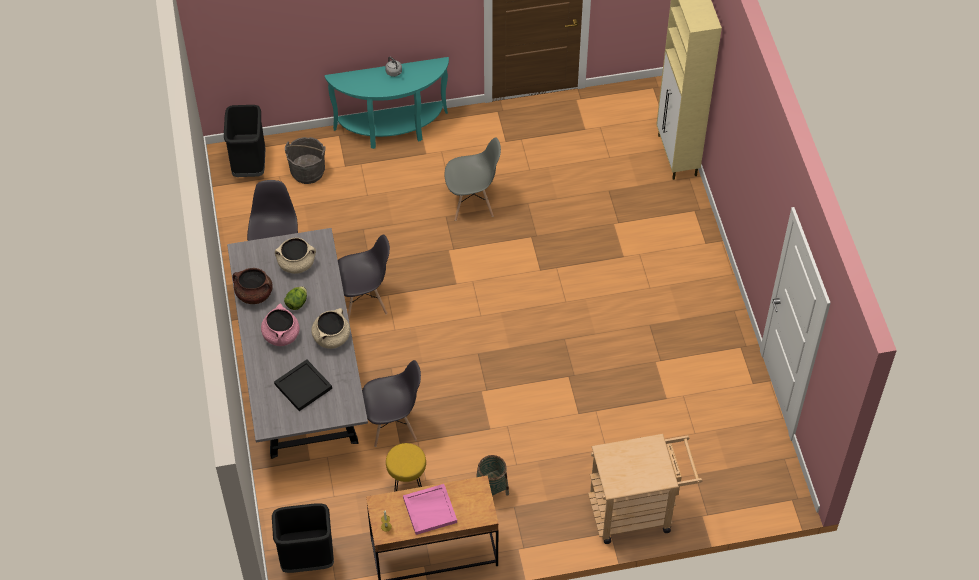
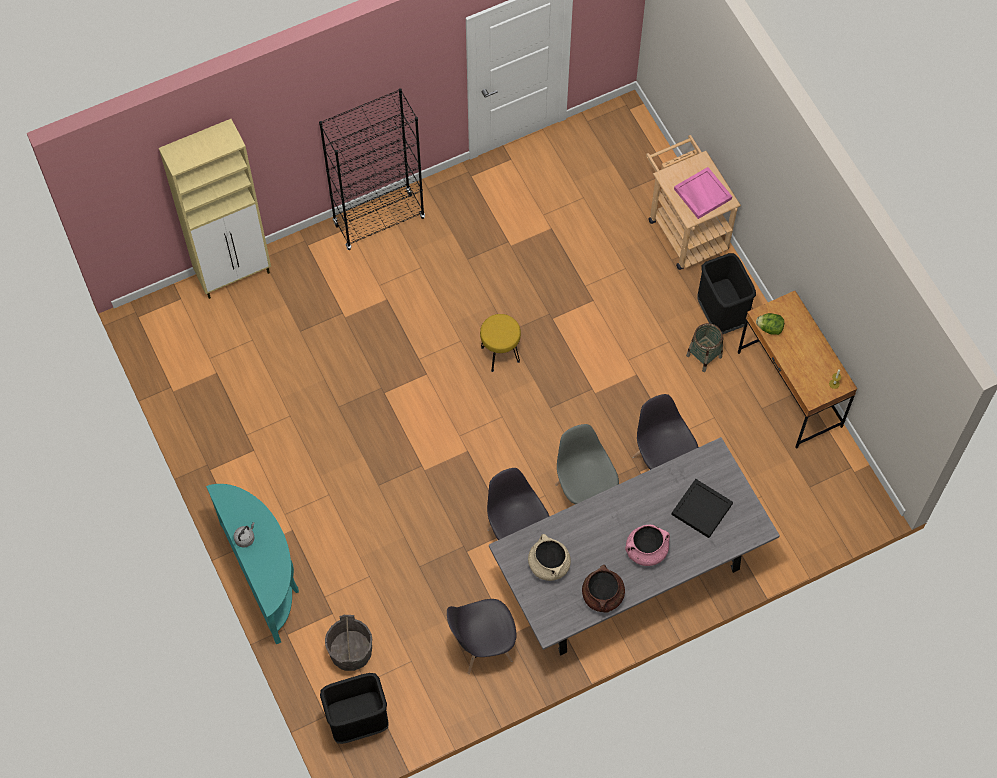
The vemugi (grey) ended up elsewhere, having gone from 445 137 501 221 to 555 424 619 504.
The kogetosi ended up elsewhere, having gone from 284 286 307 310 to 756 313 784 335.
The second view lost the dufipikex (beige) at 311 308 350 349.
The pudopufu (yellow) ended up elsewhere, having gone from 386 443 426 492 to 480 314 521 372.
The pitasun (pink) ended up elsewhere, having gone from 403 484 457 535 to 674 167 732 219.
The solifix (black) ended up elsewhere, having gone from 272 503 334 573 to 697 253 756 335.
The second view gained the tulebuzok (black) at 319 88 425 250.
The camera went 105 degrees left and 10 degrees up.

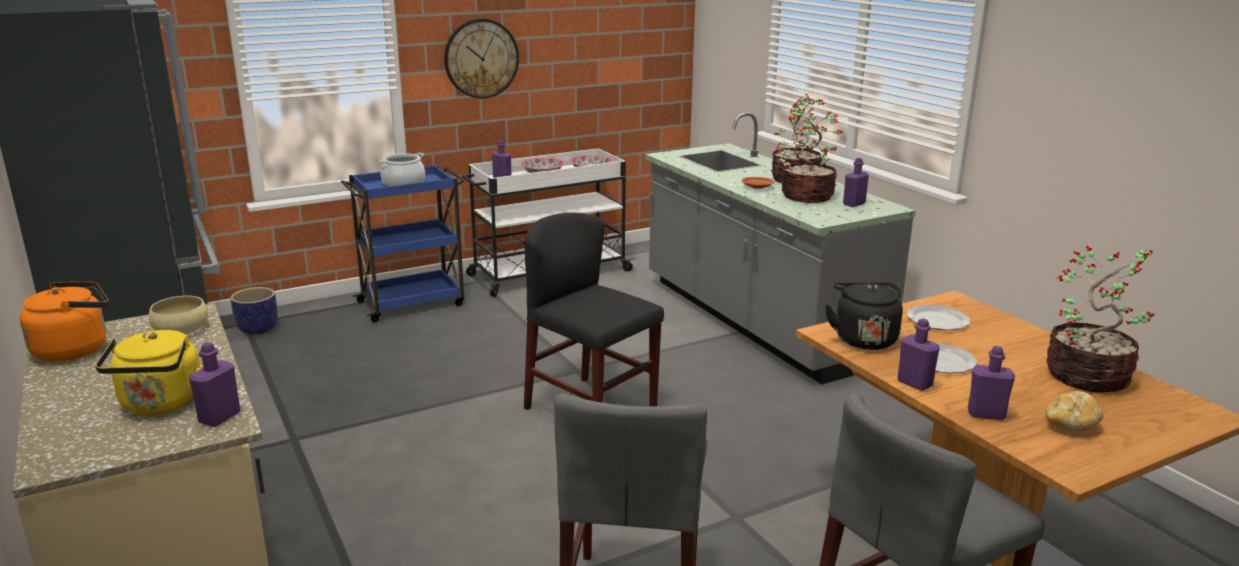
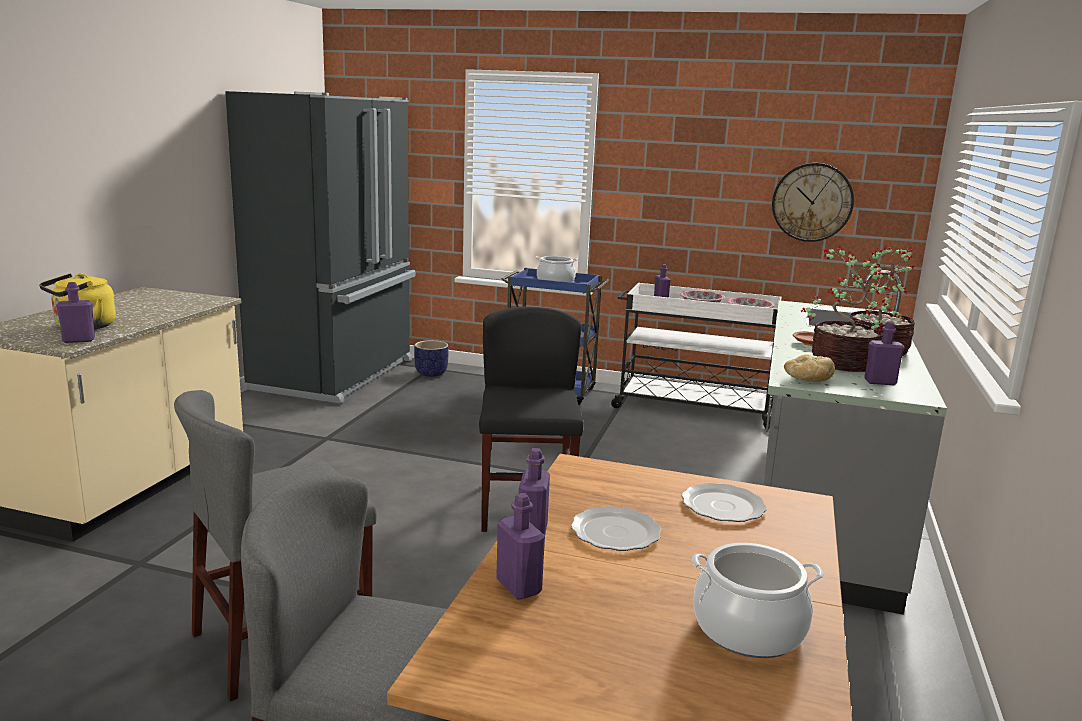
The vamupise ended up elsewhere, having gone from 444 19 519 98 to 772 163 854 242.
Where the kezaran stood at 1047 245 1155 393, the dufipikex came to stand at 692 543 824 658.
The second view lost the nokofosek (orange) at 20 282 108 362.
The second view lost the nokofosek (black) at 825 282 903 350.
The second view lost the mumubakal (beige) at 149 296 208 334.
The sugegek ended up elsewhere, having gone from 1045 391 1103 431 to 784 354 835 382.
The camera went 45 degrees right and 5 degrees down.

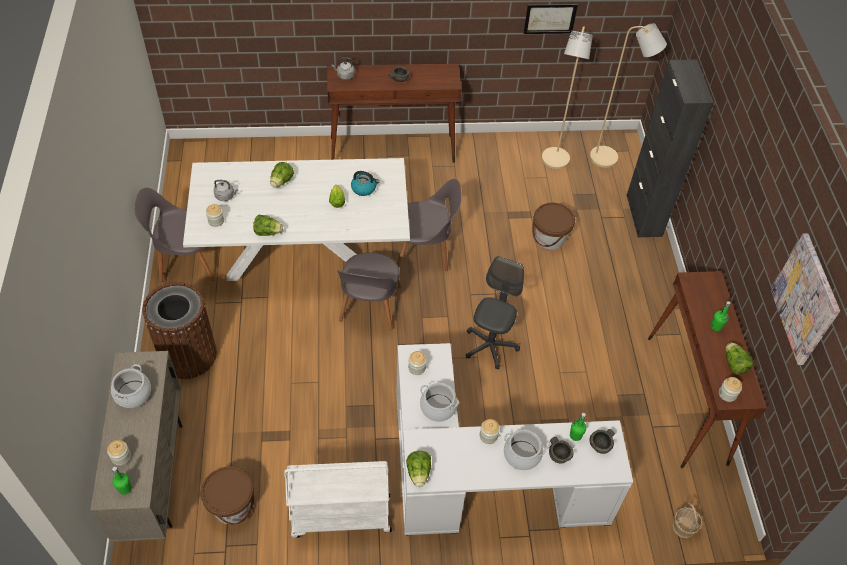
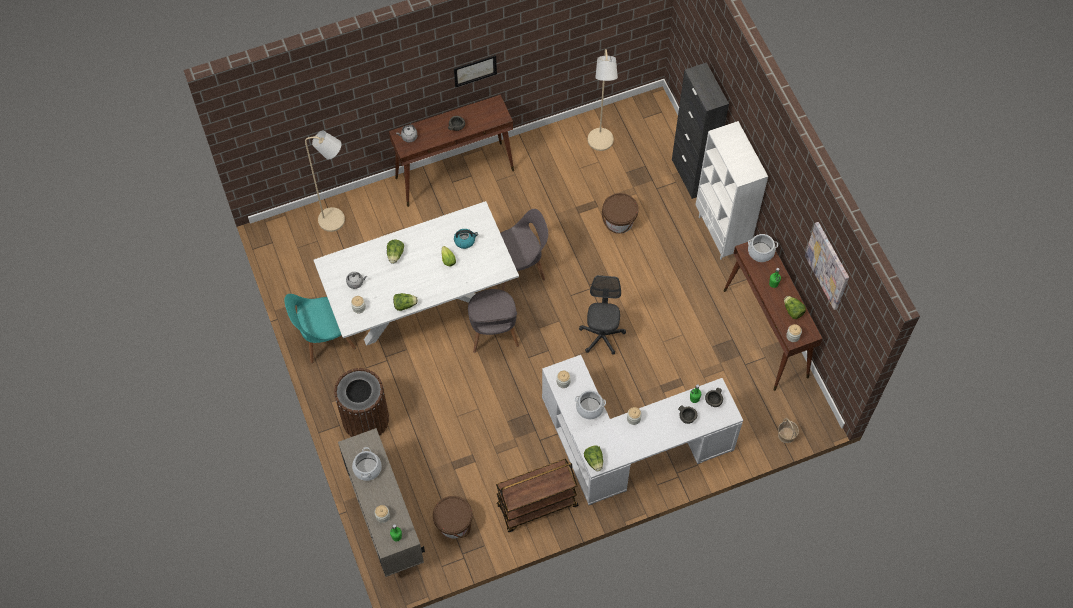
The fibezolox ended up elsewhere, having gone from 524 4 578 34 to 454 55 497 88.
The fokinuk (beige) ended up elsewhere, having gone from 590 24 667 168 to 305 131 345 232.
What was the vemugi (grey) at 135 188 215 282 turned into the vemugi (turquoise) at 284 294 356 363.
The dufipikex ended up elsewhere, having gone from 504 430 546 470 to 748 234 778 262.
What was the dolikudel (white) at 284 461 392 538 turned into the dolikudel (brown) at 496 459 578 532.
The second view gained the tulebuzok (white) at 695 121 768 260.
The camera went 15 degrees left and 10 degrees up.

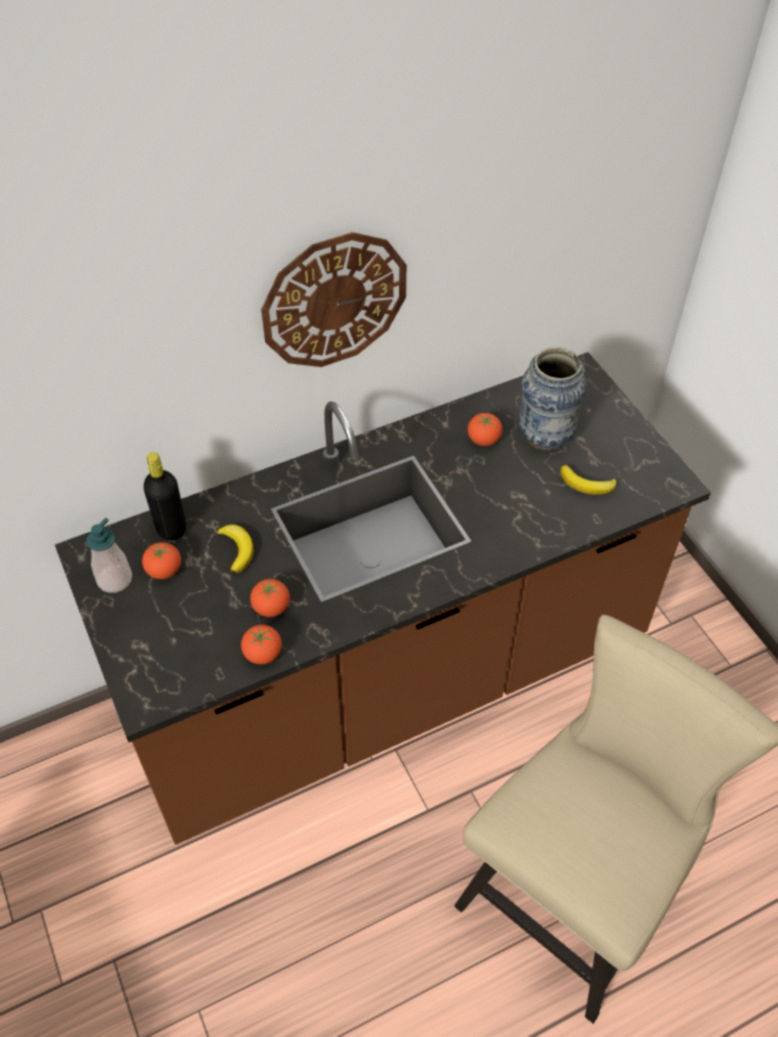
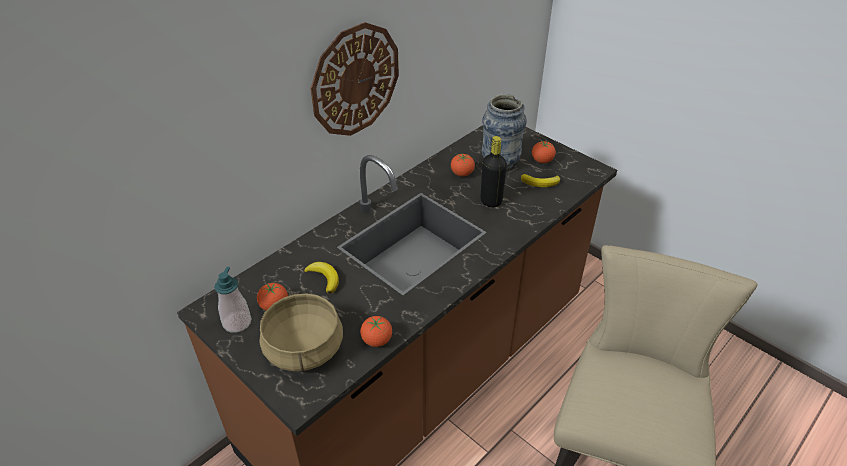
The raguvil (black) ended up elsewhere, having gone from 143 452 186 541 to 480 136 507 208.
The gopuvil ended up elsewhere, having gone from 250 579 290 617 to 532 141 556 163.
The second view gained the dufipikex (beige) at 259 292 343 372.
The camera went 20 degrees left and 10 degrees down.

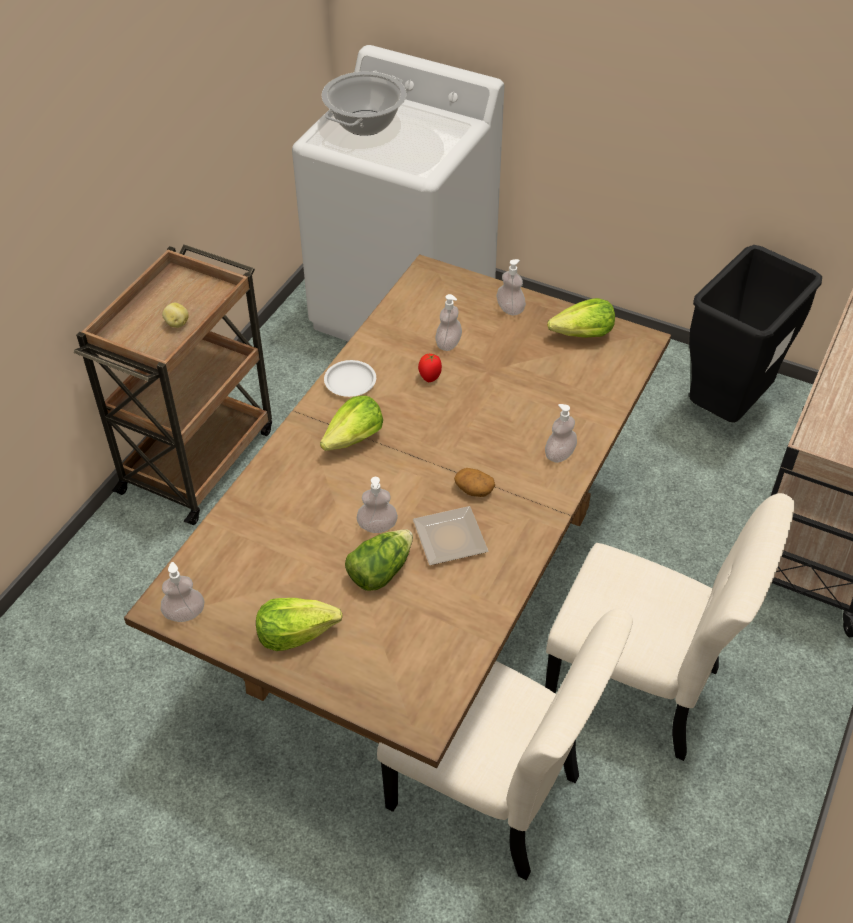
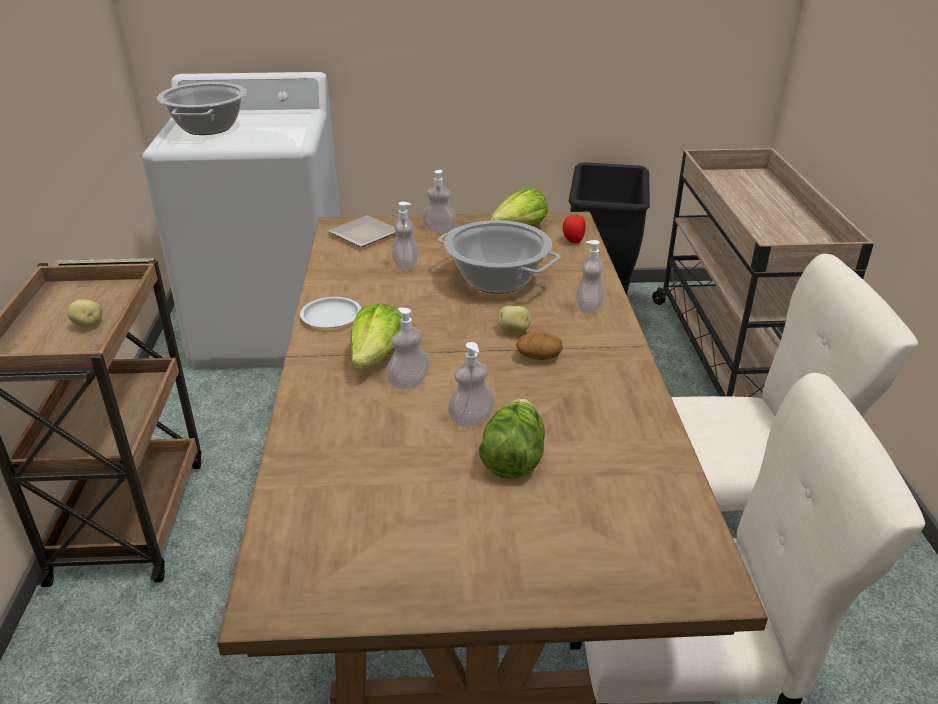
The gopuvil ended up elsewhere, having gone from 418 354 442 382 to 562 214 586 243.
The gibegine ended up elsewhere, having gone from 413 506 488 565 to 328 215 396 247.
The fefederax ended up elsewhere, having gone from 160 562 204 622 to 387 308 430 390.
The second view lost the kogetosi at 256 598 343 651.
The second view gained the dufipikex at 438 220 560 294.
The second view gained the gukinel at 498 306 531 333.
The camera went 30 degrees left and 15 degrees down.

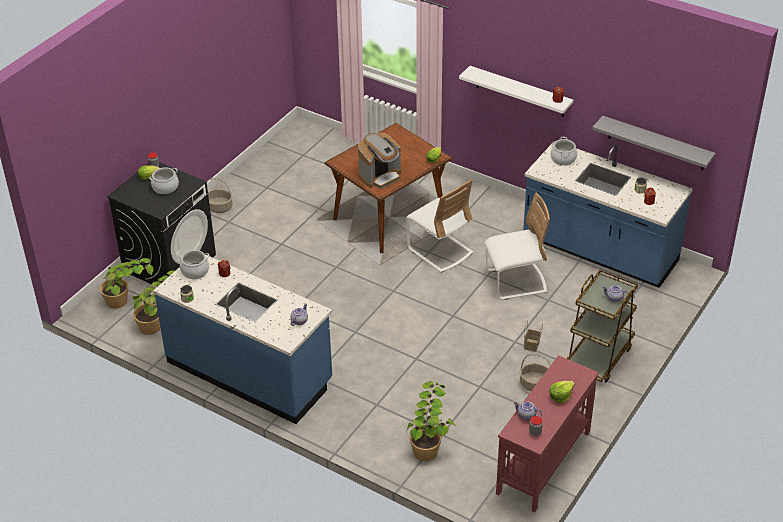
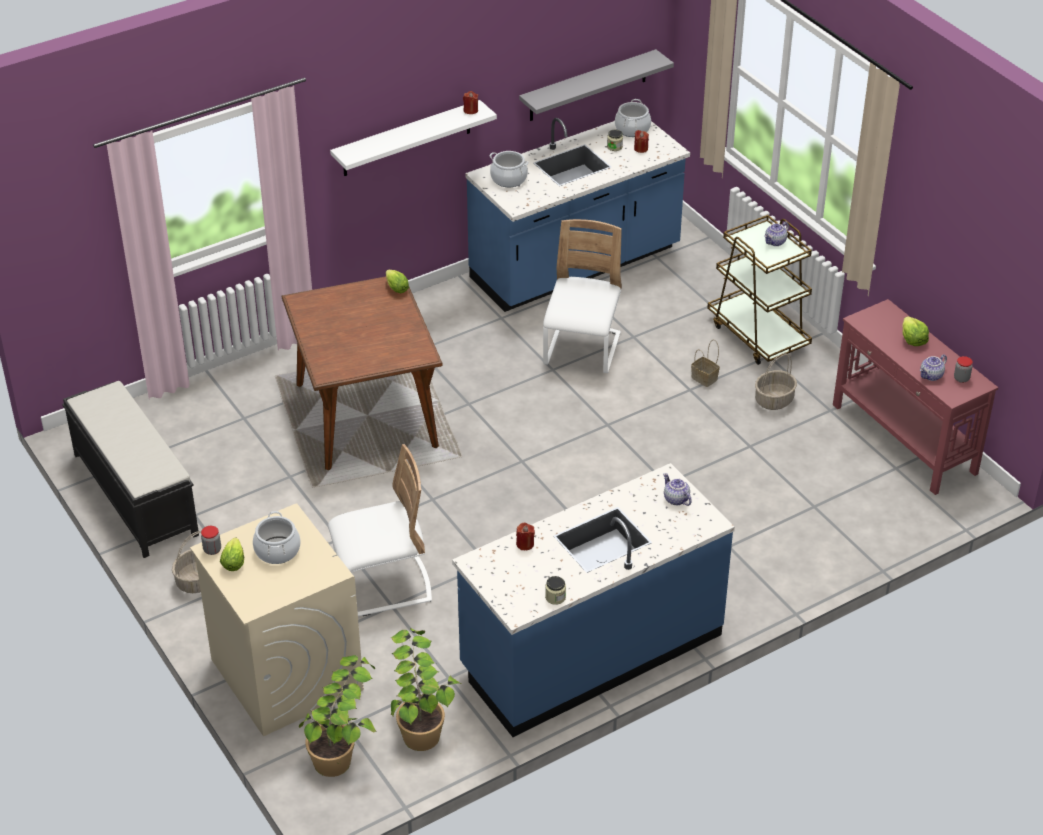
The second view lost the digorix at 358 133 401 189.
What was the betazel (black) at 107 162 216 287 turned into the betazel (beige) at 190 503 364 736.
The vemugi (white) ended up elsewhere, having gone from 406 179 473 273 to 328 444 432 616.
The dufipikex ended up elsewhere, having gone from 177 250 209 279 to 615 99 651 137.
The second view lost the kezaran at 406 381 456 461.
The second view gained the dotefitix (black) at 62 381 199 558.
The camera went 65 degrees left and 0 degrees up.

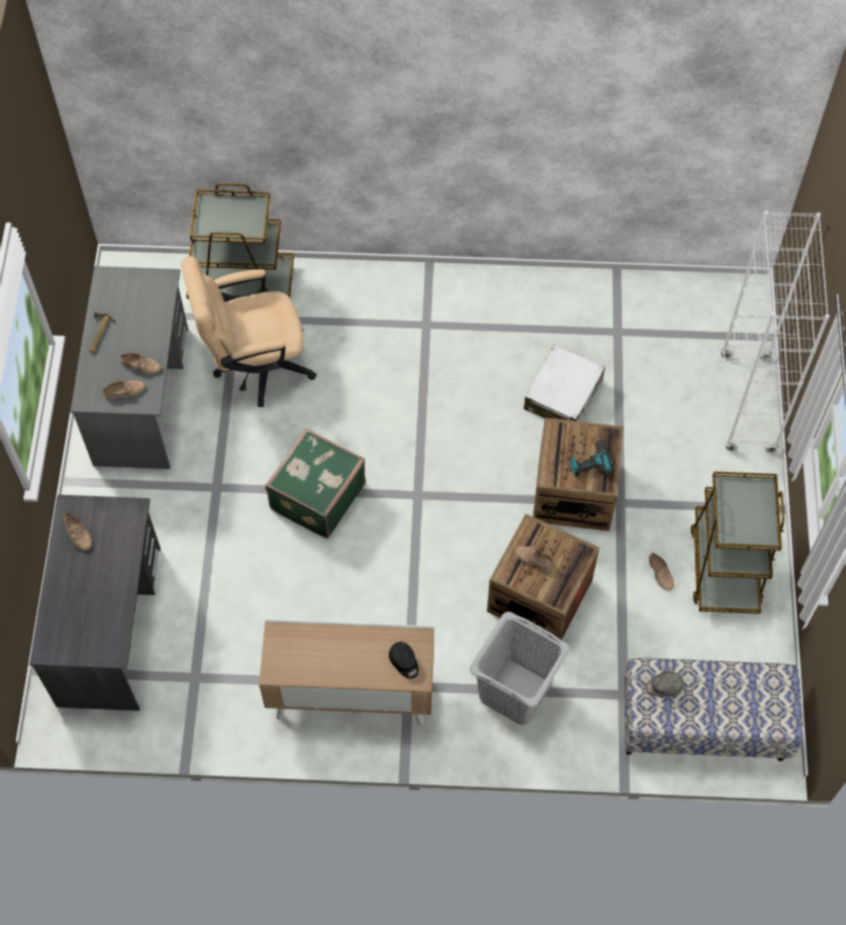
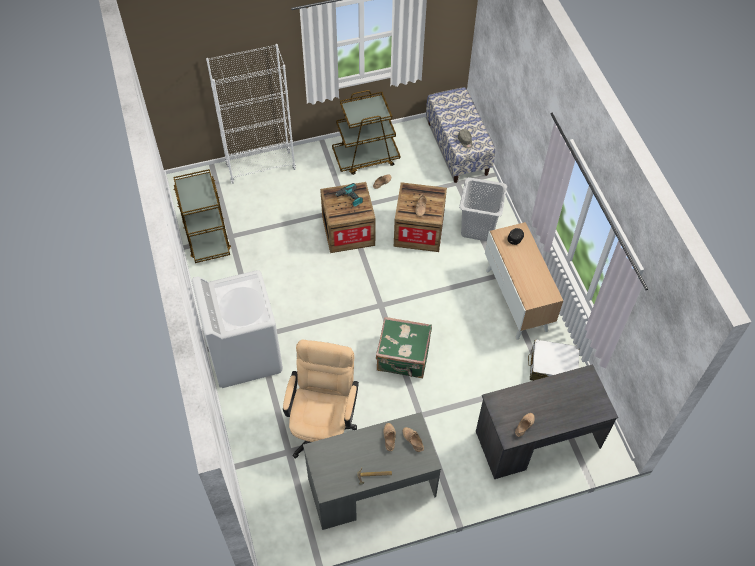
The dolikudel (brown) ended up elsewhere, having gone from 186 183 294 302 to 173 169 231 263.
The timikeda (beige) at 181 256 317 407 ended up facing another way, 135 degrees counterclockwise from before.
The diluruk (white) ended up elsewhere, having gone from 524 345 605 421 to 528 339 580 381.
The second view gained the betazel (white) at 192 270 283 388.
The camera went 110 degrees left and 5 degrees down.

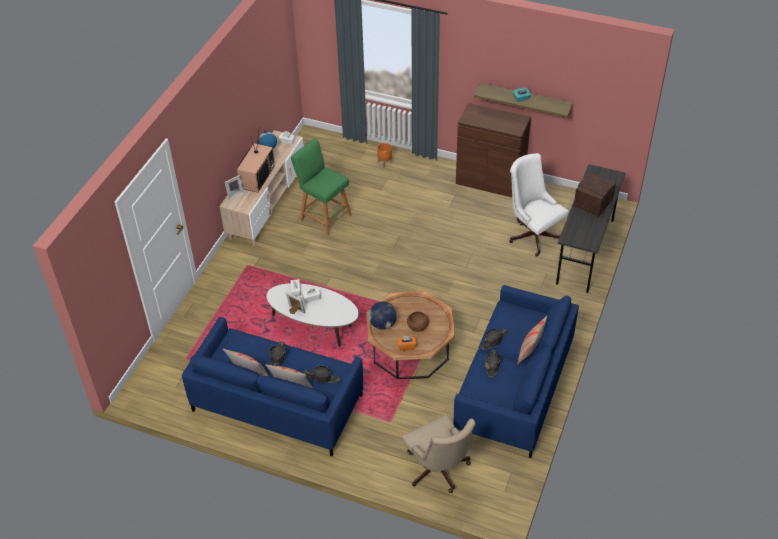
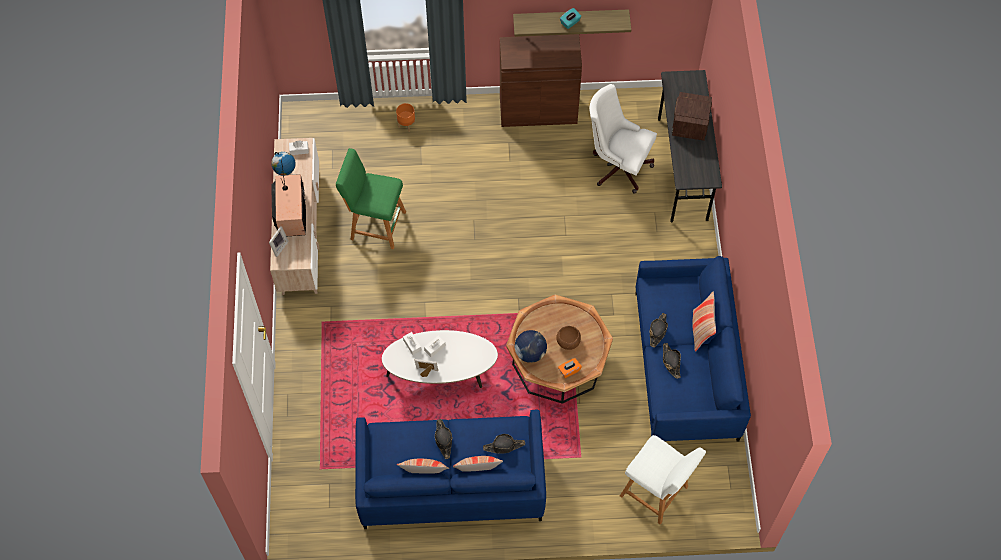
Where the timikeda (beige) stood at 402 415 475 493, the pudopufu (white) came to stand at 620 435 706 525.
The camera went 25 degrees left and 15 degrees up.

